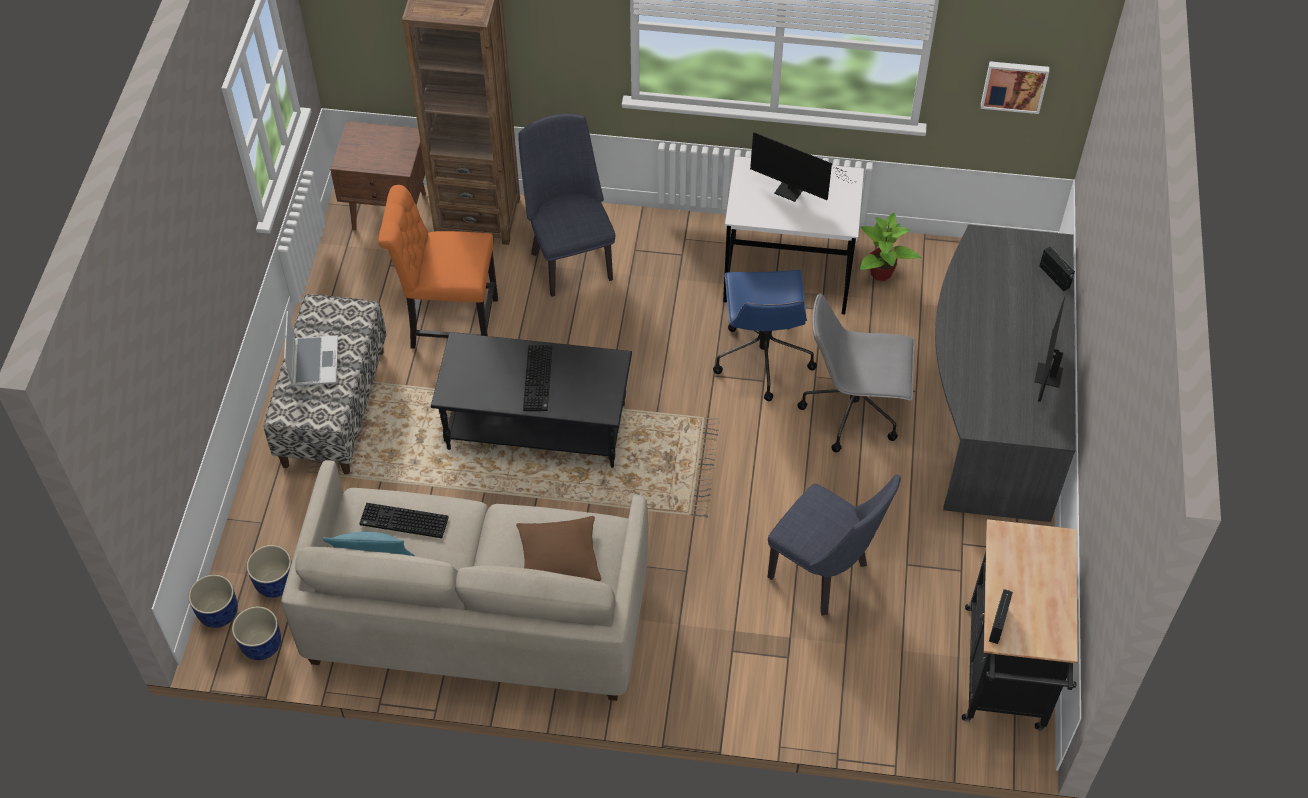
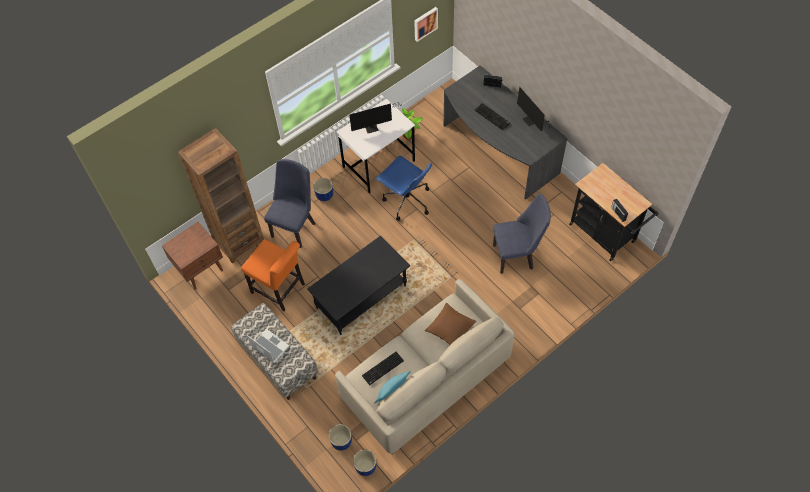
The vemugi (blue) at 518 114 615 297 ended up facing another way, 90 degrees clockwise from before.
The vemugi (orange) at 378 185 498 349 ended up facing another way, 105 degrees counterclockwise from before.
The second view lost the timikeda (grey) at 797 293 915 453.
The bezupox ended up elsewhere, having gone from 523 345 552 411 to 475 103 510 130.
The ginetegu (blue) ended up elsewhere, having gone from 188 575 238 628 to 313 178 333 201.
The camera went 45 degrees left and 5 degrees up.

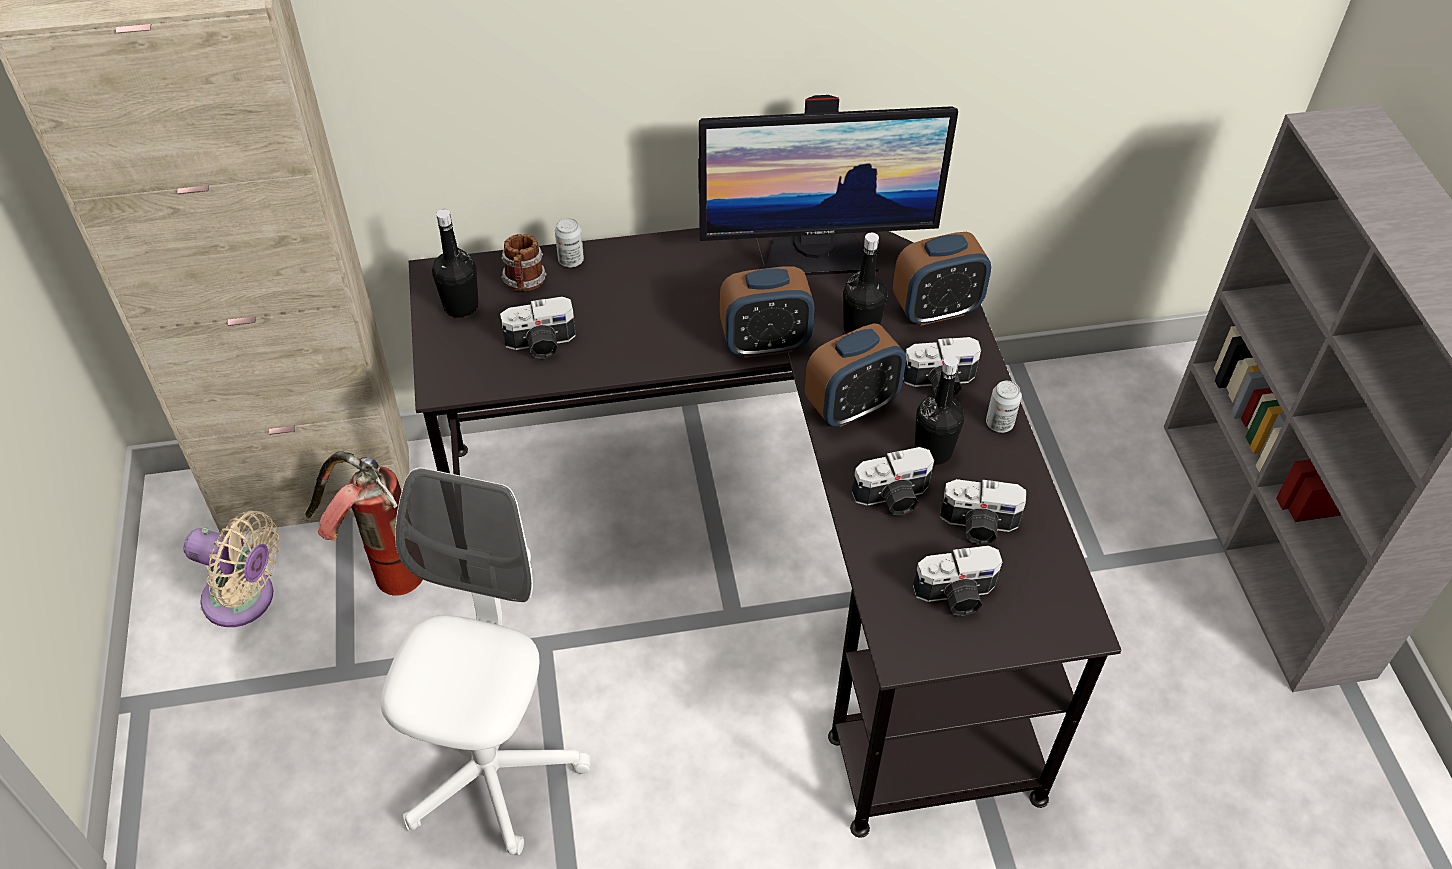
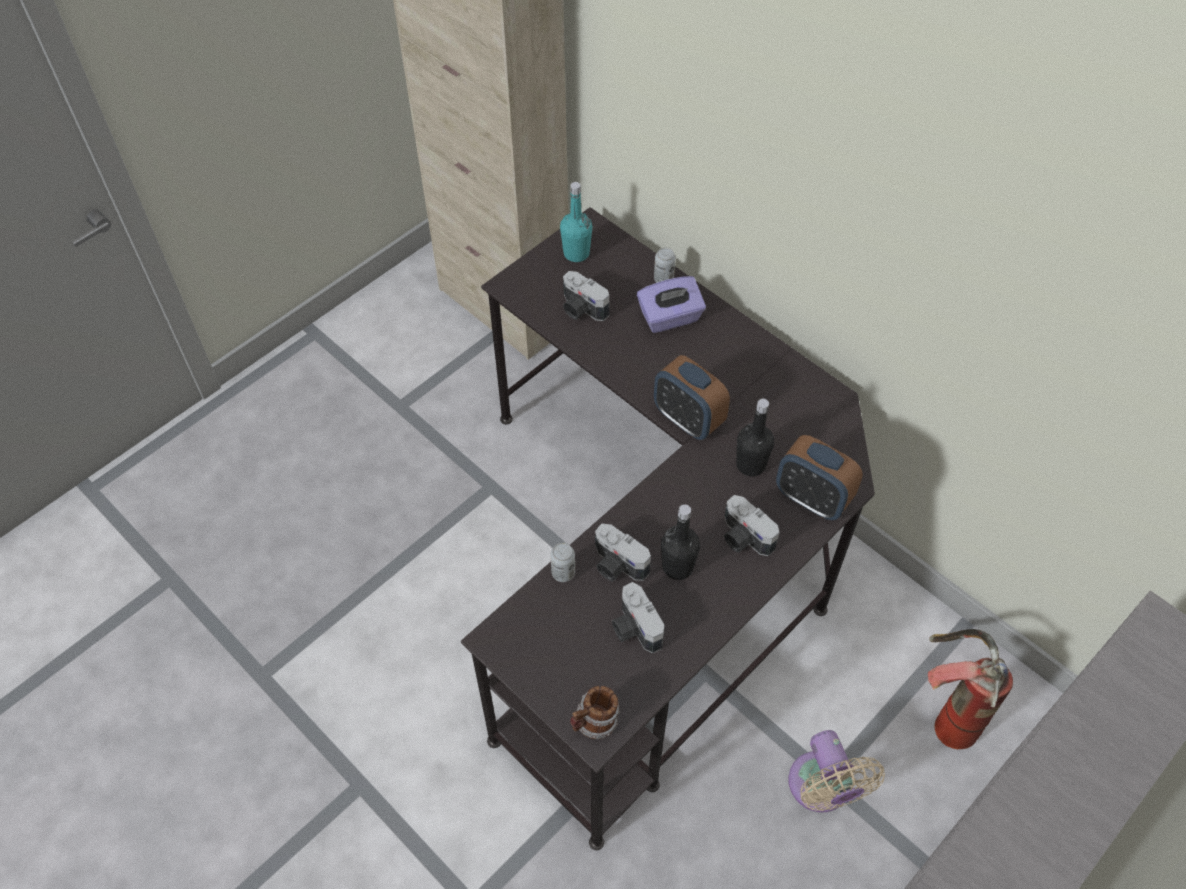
The second view lost the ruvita at 698 95 958 275.
What was the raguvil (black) at 432 209 478 318 turned into the raguvil (turquoise) at 560 182 592 262.
The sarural ended up elsewhere, having gone from 501 234 547 291 to 570 686 620 739.
The second view lost the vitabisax at 805 323 906 427.
The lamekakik ended up elsewhere, having gone from 986 381 1022 433 to 550 543 575 582.
The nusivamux ended up elsewhere, having gone from 303 451 423 595 to 928 629 1013 749.
The second view lost the timikeda (white) at 380 467 590 855.
The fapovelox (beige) ended up elsewhere, having gone from 184 511 279 627 to 788 730 885 813.
The second view lost the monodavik at 913 545 1003 616.
The second view gained the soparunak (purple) at 637 276 706 333.
The camera went 55 degrees right and 5 degrees up.

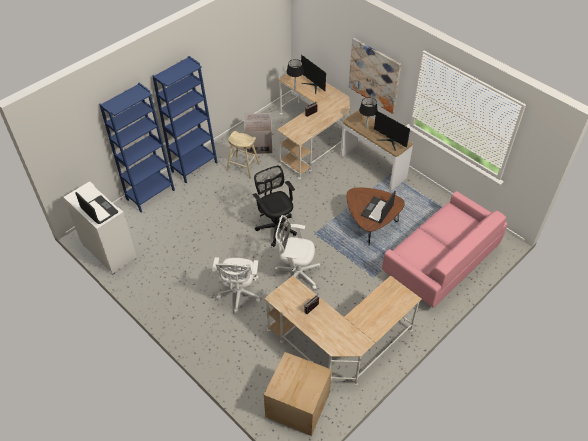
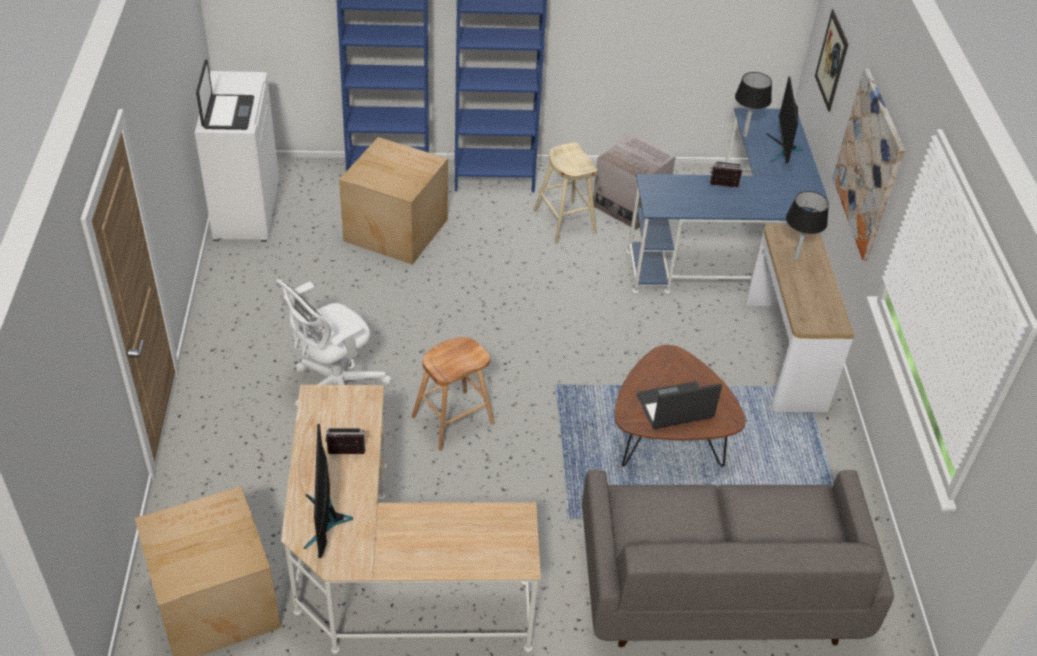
What was the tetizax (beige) at 277 74 350 179 turned into the tetizax (blue) at 626 108 827 293.
The ruvita ended up elsewhere, having gone from 374 110 410 151 to 303 424 353 558.
The second view lost the timikeda (black) at 253 166 297 247.
What was the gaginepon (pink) at 382 191 507 308 turned into the gaginepon (grey) at 582 470 894 647.
Where the timikeda (white) stood at 275 215 320 290, the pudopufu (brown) came to stand at 412 337 495 451.
The second view gained the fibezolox at 815 9 848 112.
The second view gained the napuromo at 339 137 448 265.
The camera went 40 degrees right and 5 degrees down.

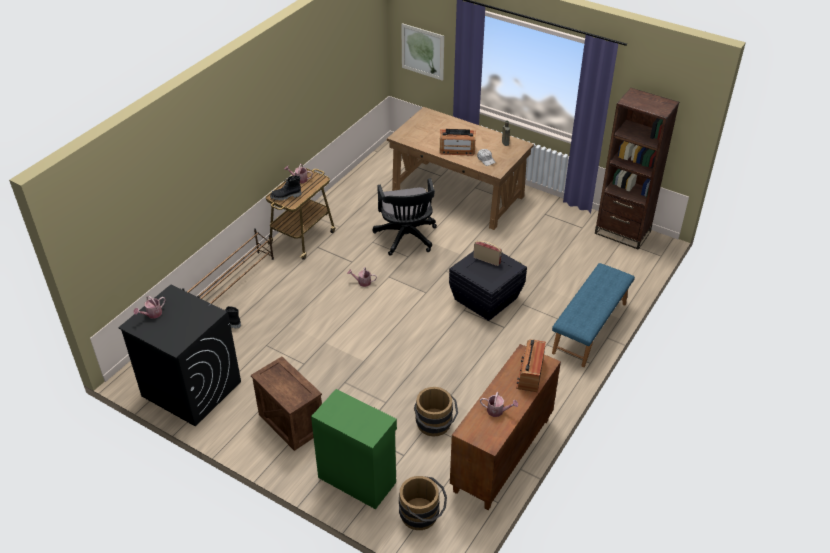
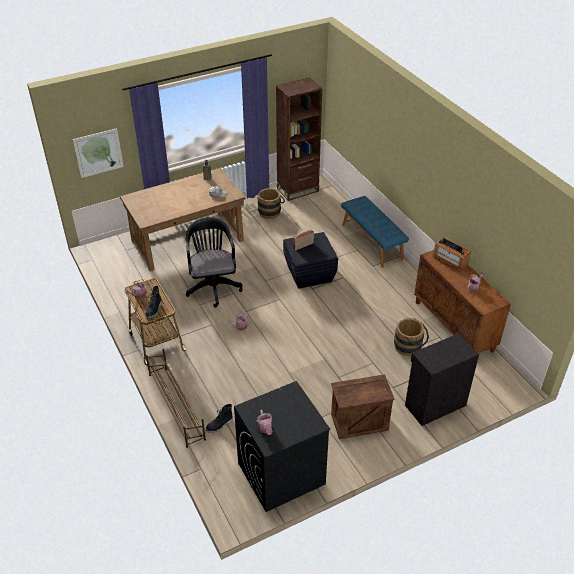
The second view lost the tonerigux at 440 129 476 156.
The timikeda (black) at 373 178 437 256 ended up facing another way, 120 degrees counterclockwise from before.
What was the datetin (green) at 311 389 397 509 turned into the datetin (black) at 405 333 479 426.
The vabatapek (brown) ended up elsewhere, having gone from 399 476 447 530 to 258 188 285 219.
The camera went 60 degrees left and 0 degrees up.

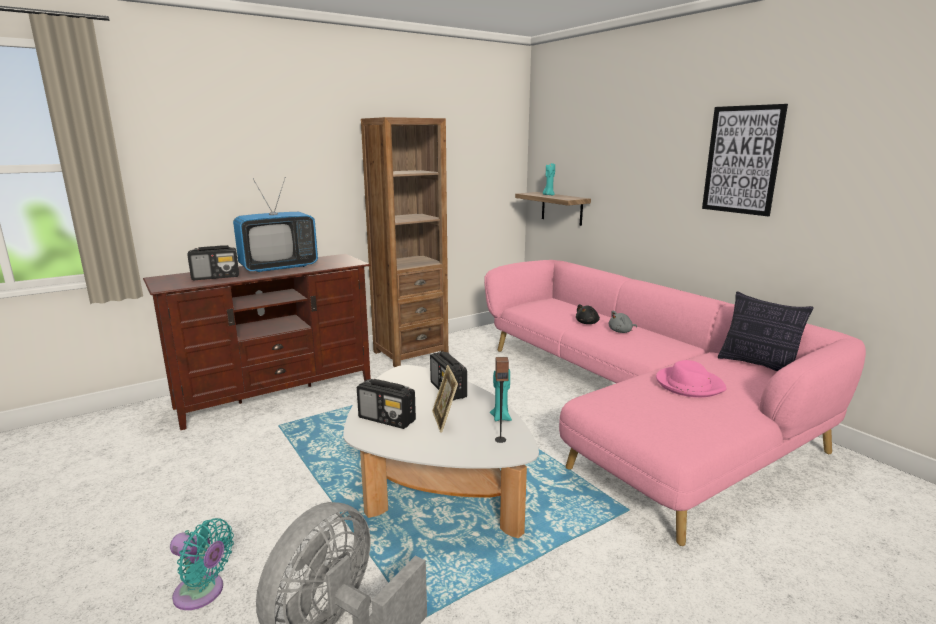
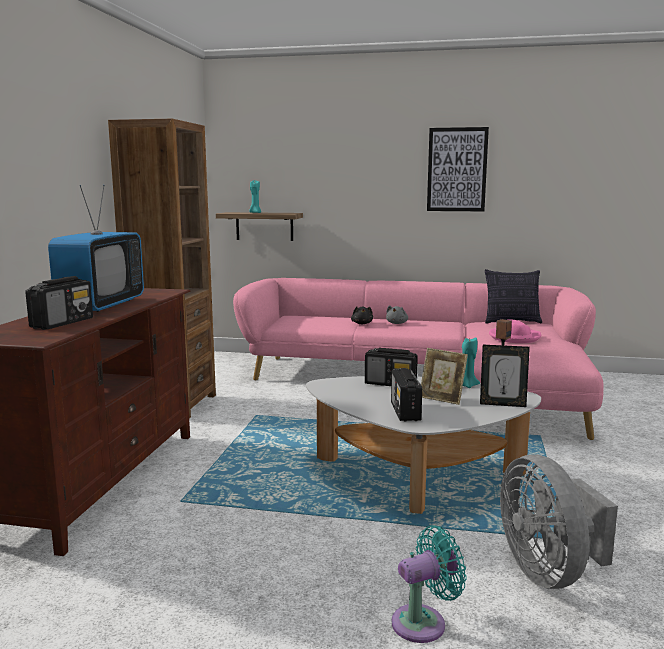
The tonerigux at 357 379 416 429 ended up facing another way, 105 degrees clockwise from before.
The second view gained the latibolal at 480 345 530 407.
The camera went 45 degrees left and 5 degrees down.

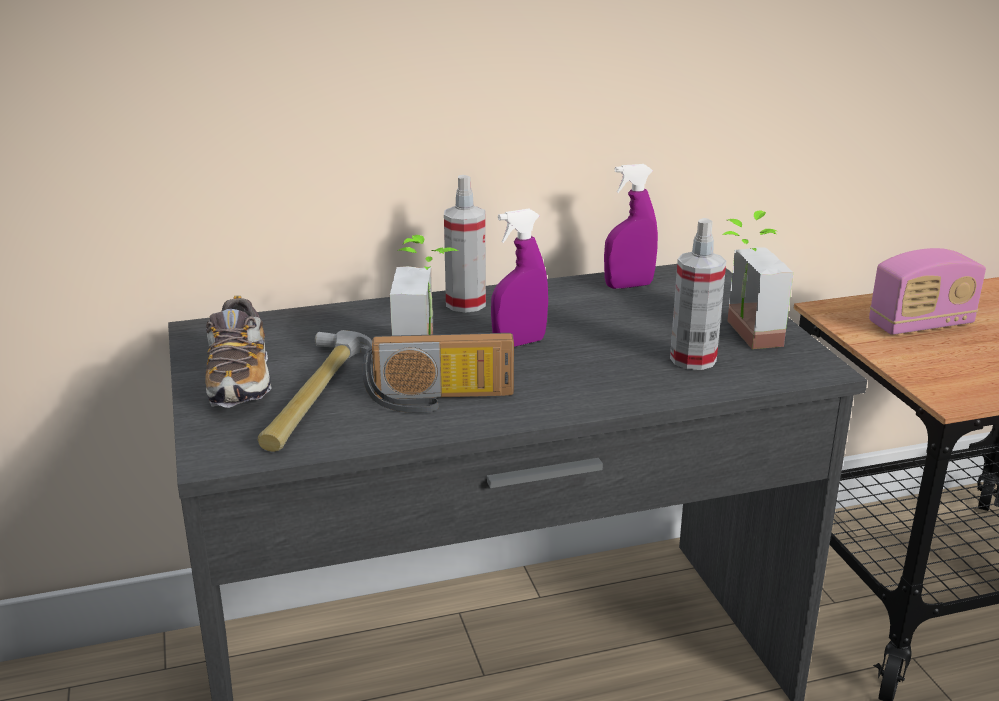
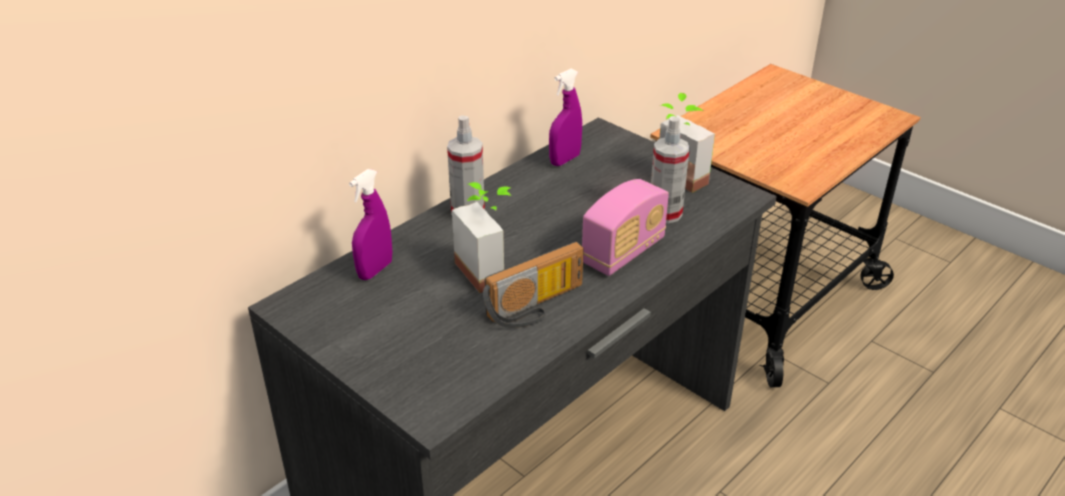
The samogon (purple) ended up elsewhere, having gone from 491 209 548 347 to 349 169 392 280.
The tonerigux ended up elsewhere, having gone from 869 248 986 335 to 582 179 669 276.
The second view lost the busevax at 205 296 271 408.
The second view lost the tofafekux at 258 330 373 452.
The camera went 30 degrees left and 10 degrees up.

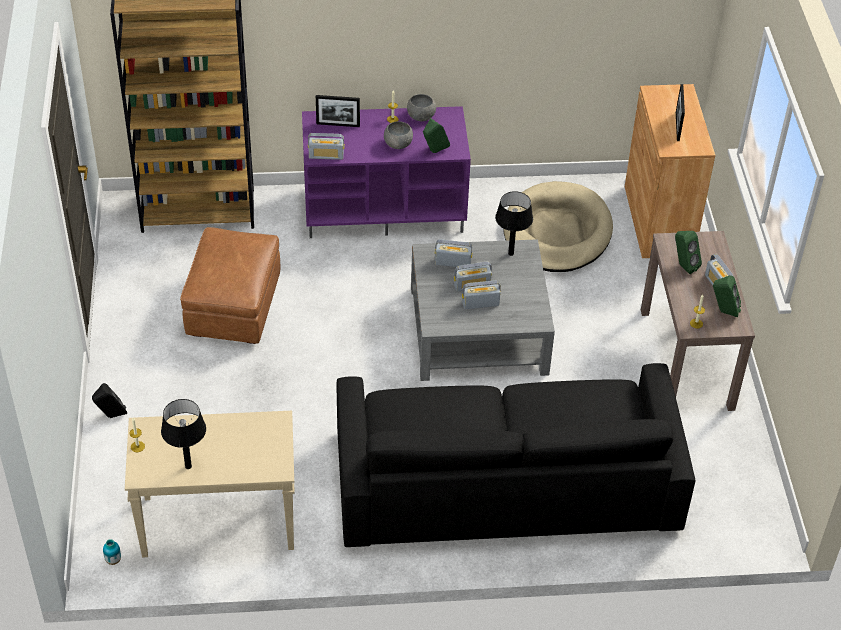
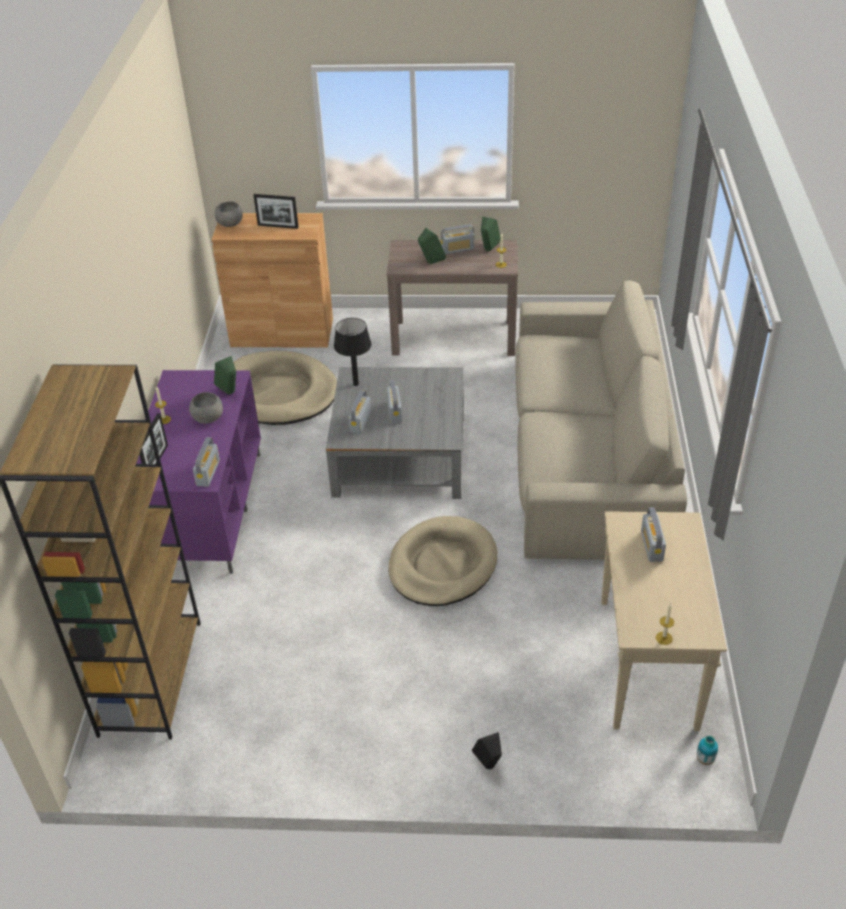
The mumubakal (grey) ended up elsewhere, having gone from 407 94 436 121 to 215 201 243 227.
The second view lost the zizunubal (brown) at 180 227 280 344.
The tonerigux ended up elsewhere, having gone from 462 280 501 309 to 641 507 666 562.
What was the gaginepon (black) at 336 363 696 547 turned into the gaginepon (beige) at 515 281 687 560.
The second view lost the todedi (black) at 161 399 206 469.
The second view gained the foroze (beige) at 388 516 497 606.
The camera went 80 degrees left and 5 degrees down.

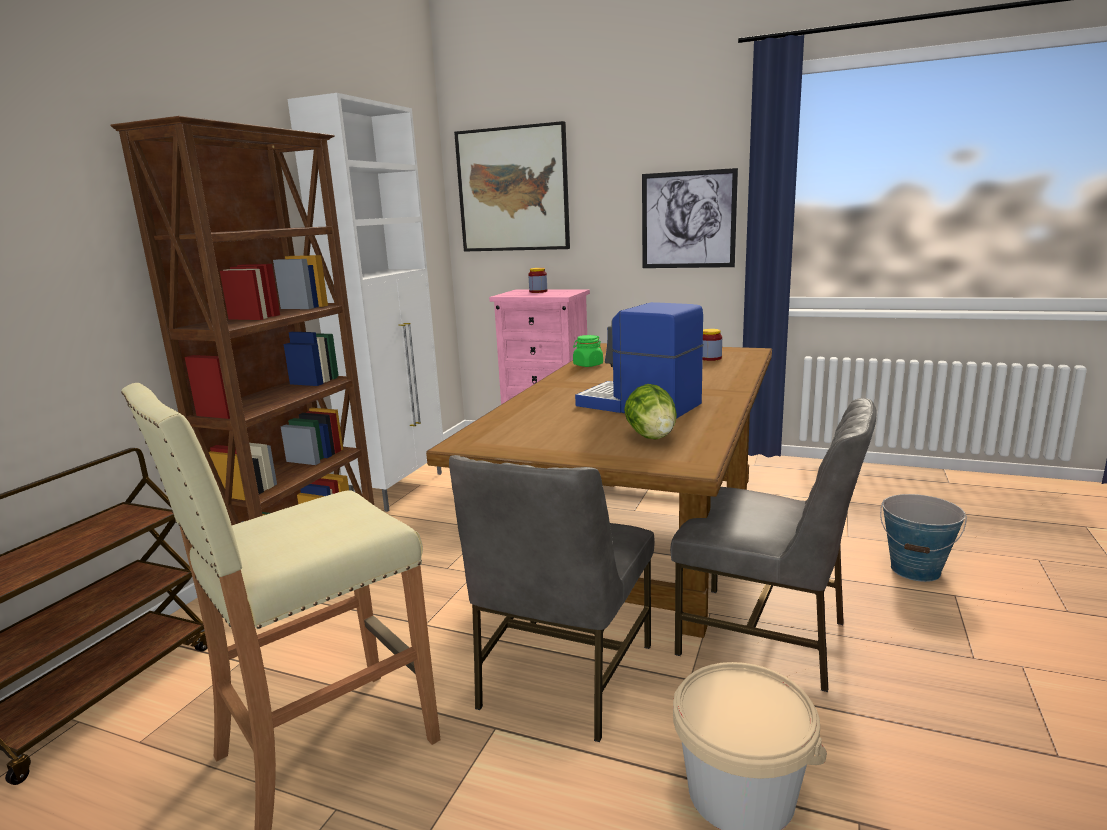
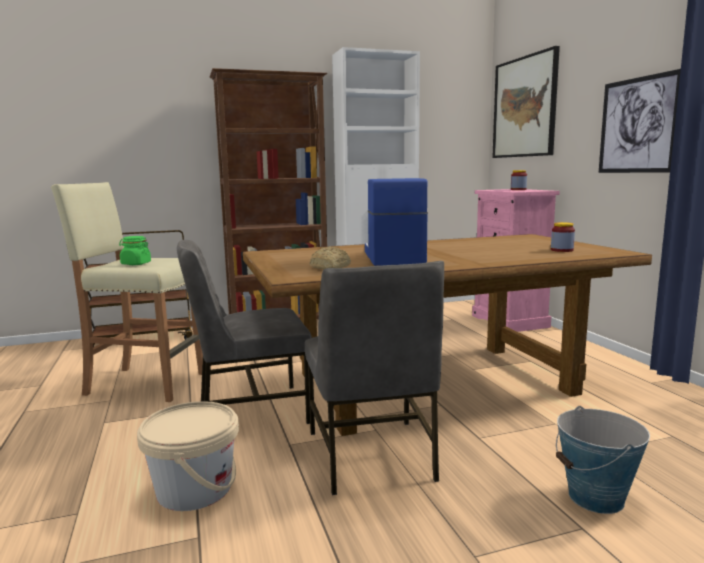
The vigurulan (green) ended up elsewhere, having gone from 573 335 603 367 to 119 236 151 265.
Where the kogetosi stood at 624 384 677 439, the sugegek came to stand at 309 247 351 269.
The camera went 50 degrees right and 5 degrees down.

